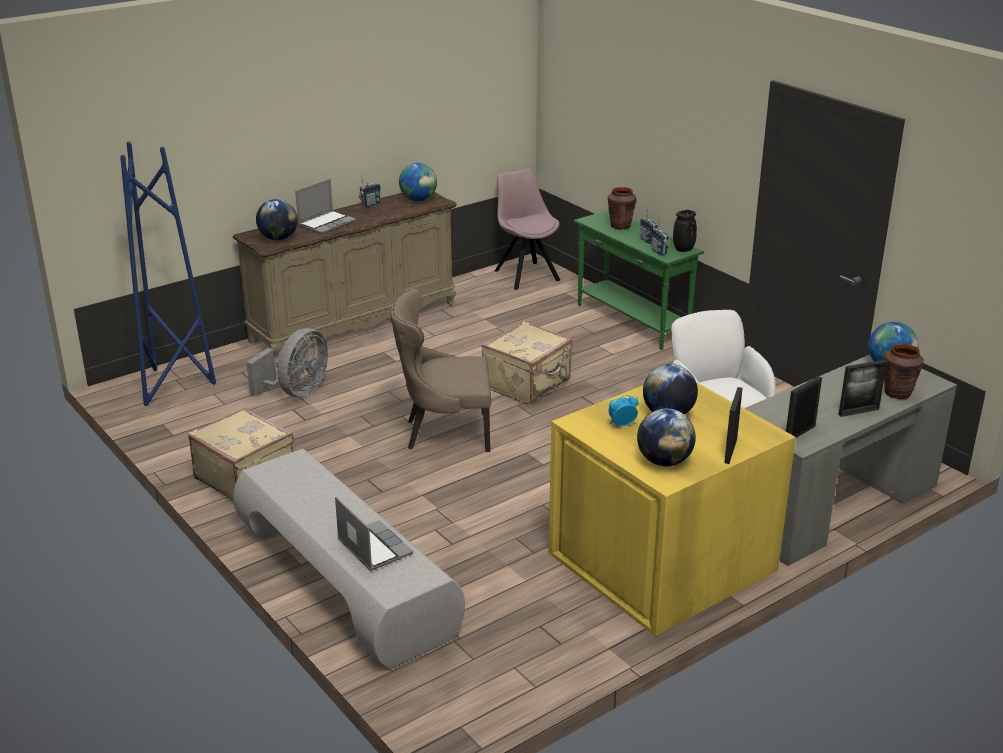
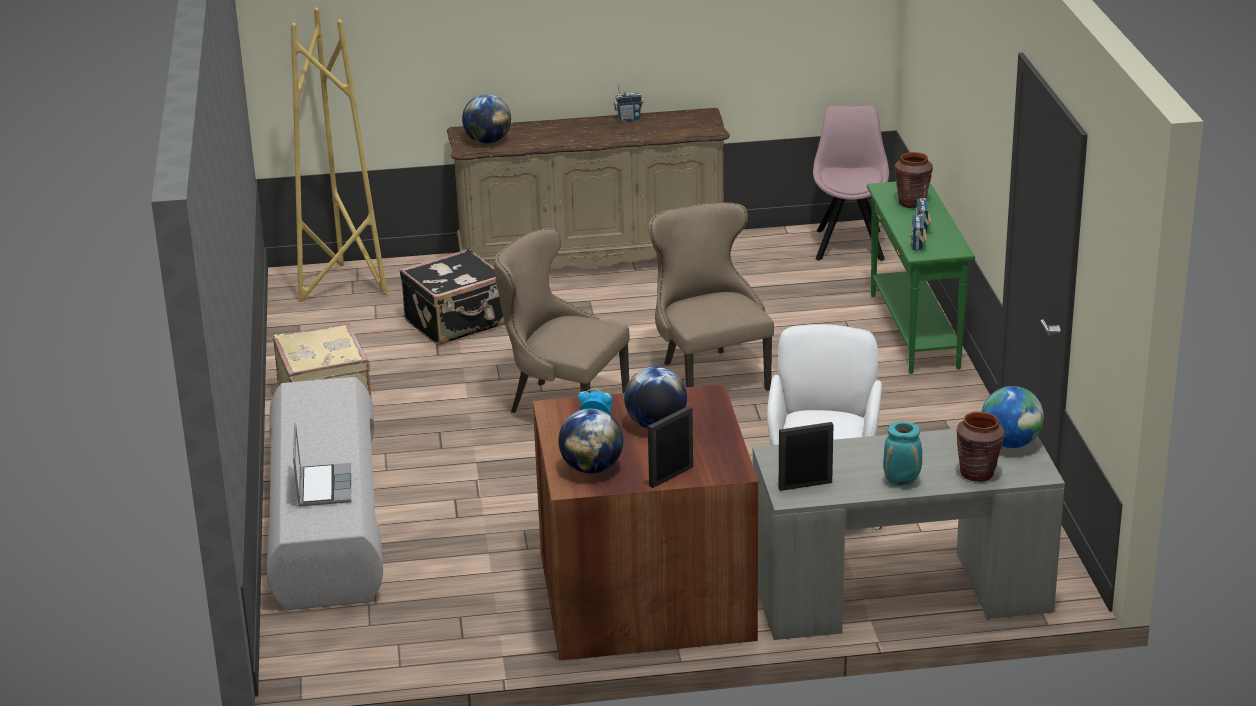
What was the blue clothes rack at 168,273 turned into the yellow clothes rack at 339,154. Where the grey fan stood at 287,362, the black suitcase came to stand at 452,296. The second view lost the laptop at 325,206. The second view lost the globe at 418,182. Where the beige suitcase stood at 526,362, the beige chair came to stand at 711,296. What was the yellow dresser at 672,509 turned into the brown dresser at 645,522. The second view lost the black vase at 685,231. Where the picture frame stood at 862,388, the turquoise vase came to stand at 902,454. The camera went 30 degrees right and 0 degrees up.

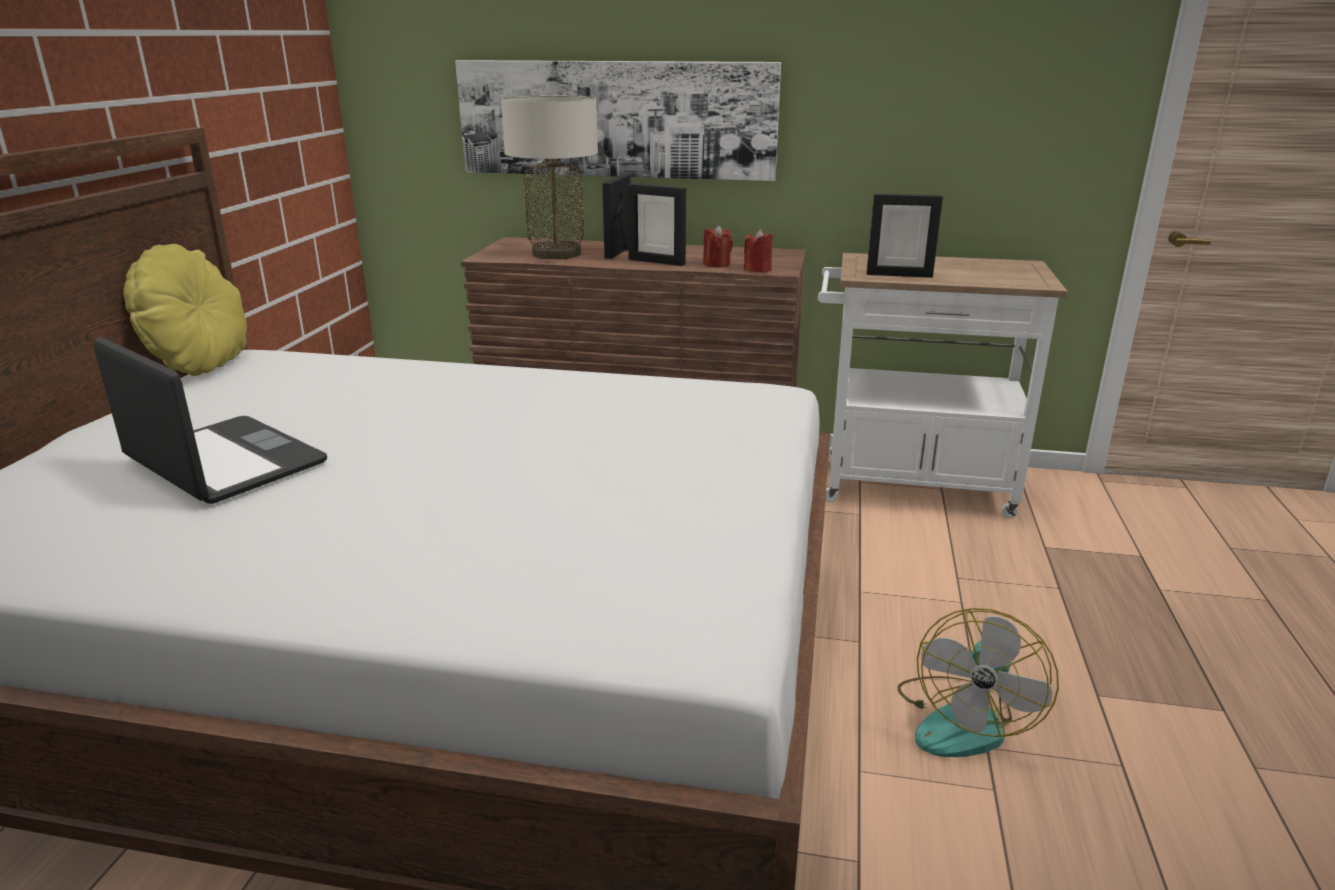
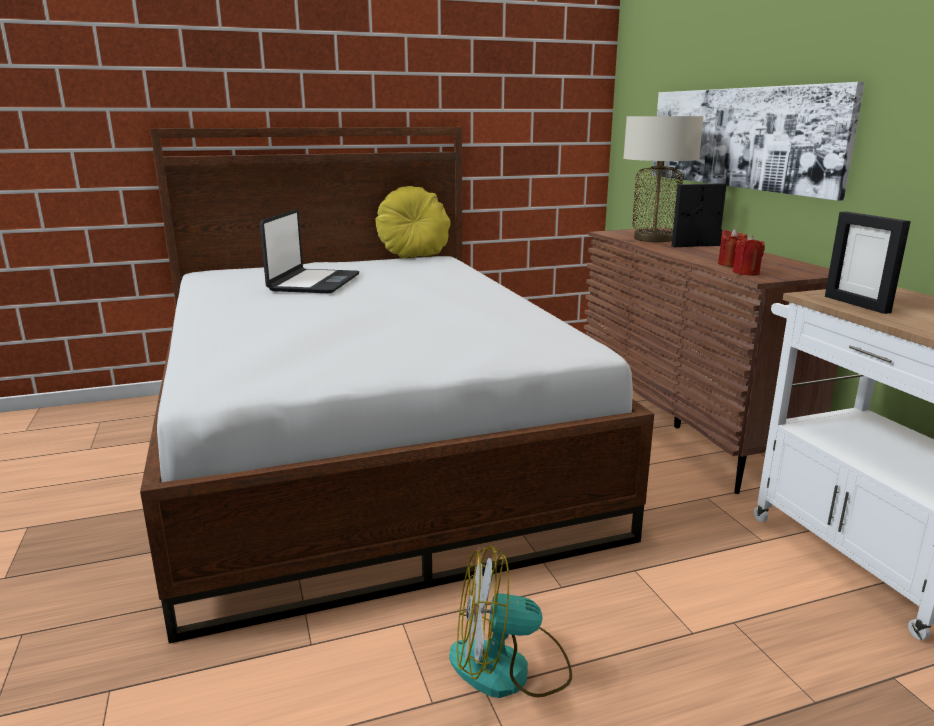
The second view lost the picture frame at 656,224. The camera went 60 degrees right and 5 degrees down.

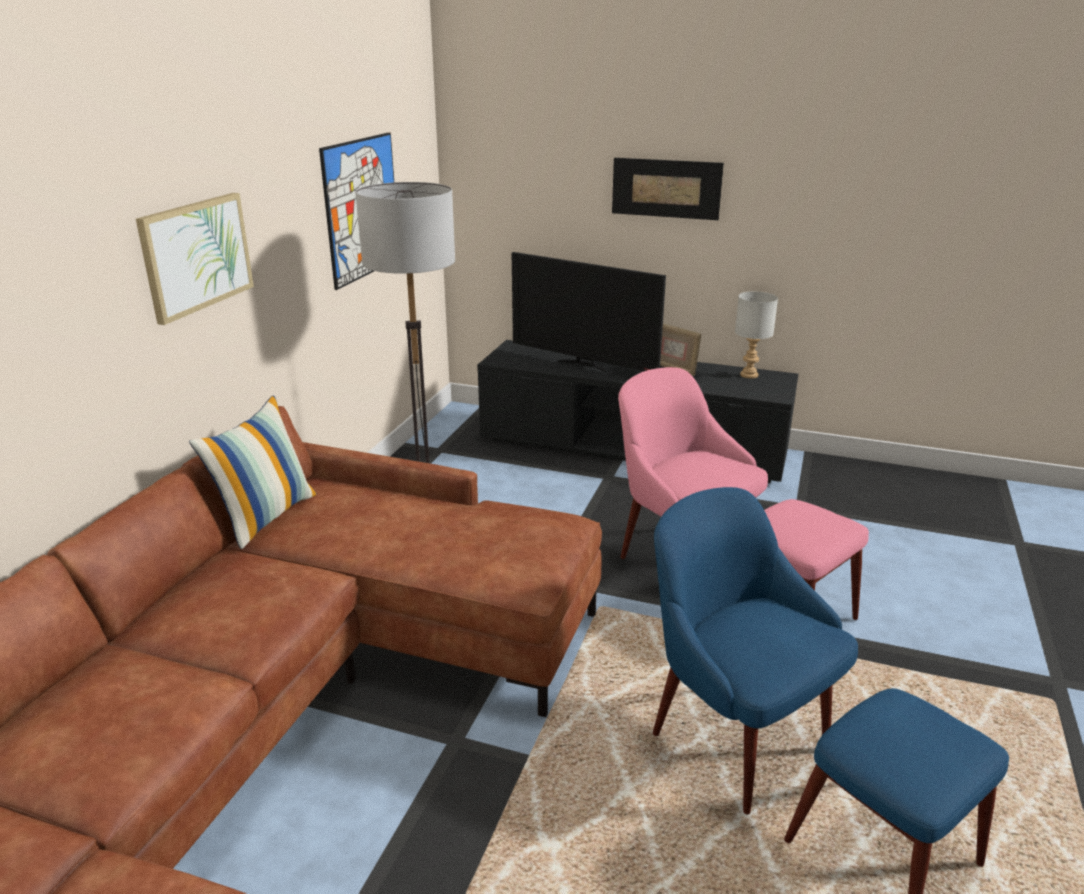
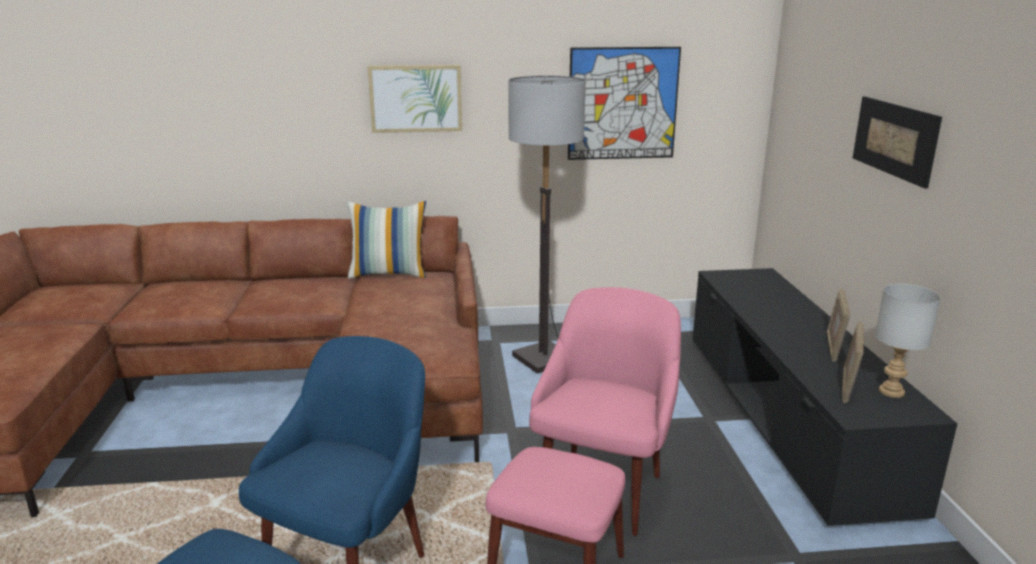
The second view lost the television at 589,312. The second view gained the picture frame at 853,362. The camera went 65 degrees right and 5 degrees down.

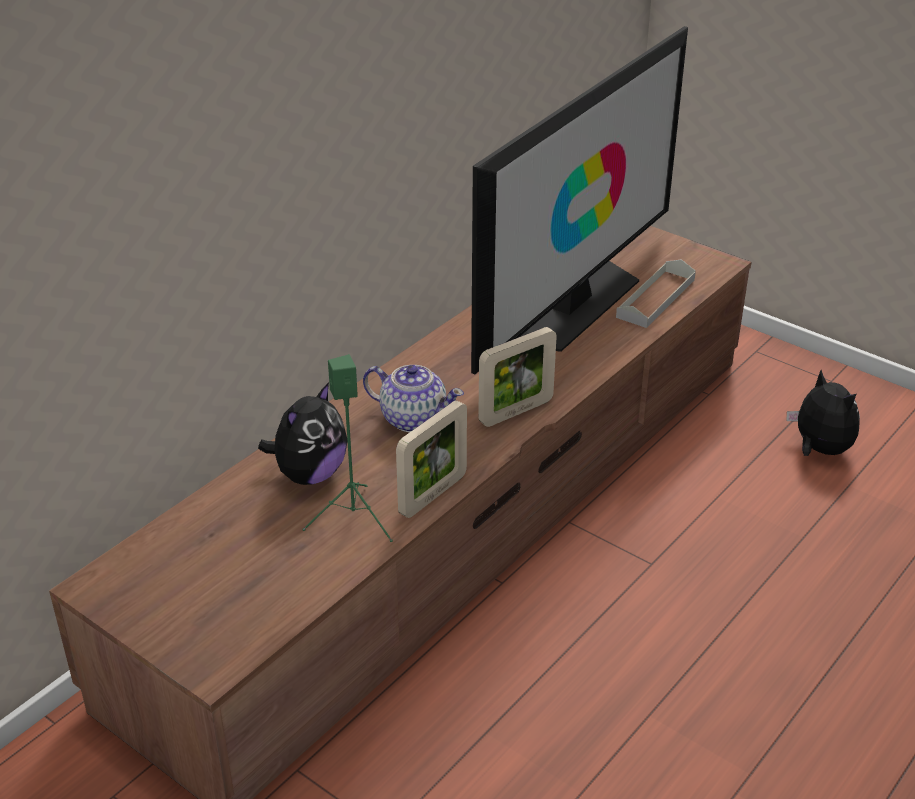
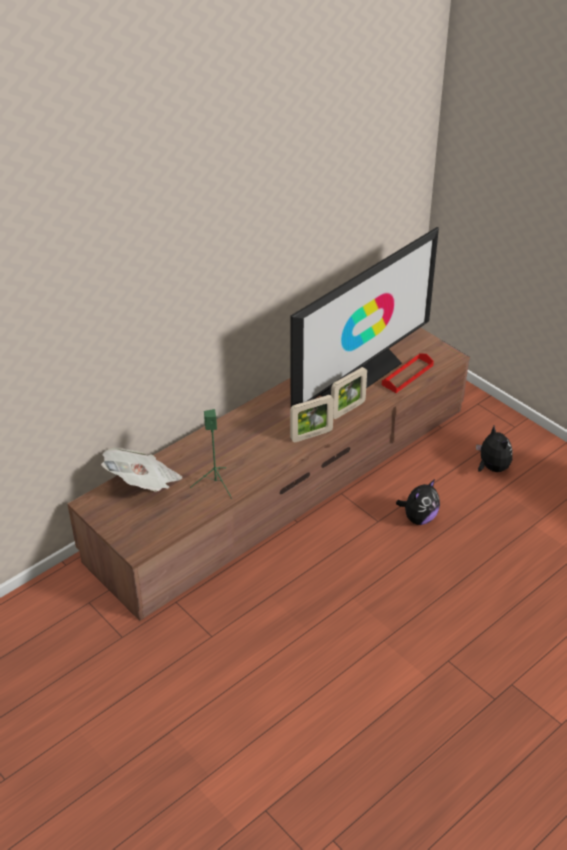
The plush toy ended up elsewhere, having gone from 302,433 to 418,502. The second view lost the teapot at 413,398. The picture frame ended up elsewhere, having gone from 431,459 to 349,393. What was the grey tray at 656,293 turned into the red tray at 408,373. The second view gained the newspaper at 141,469. The camera went 10 degrees right and 5 degrees up.

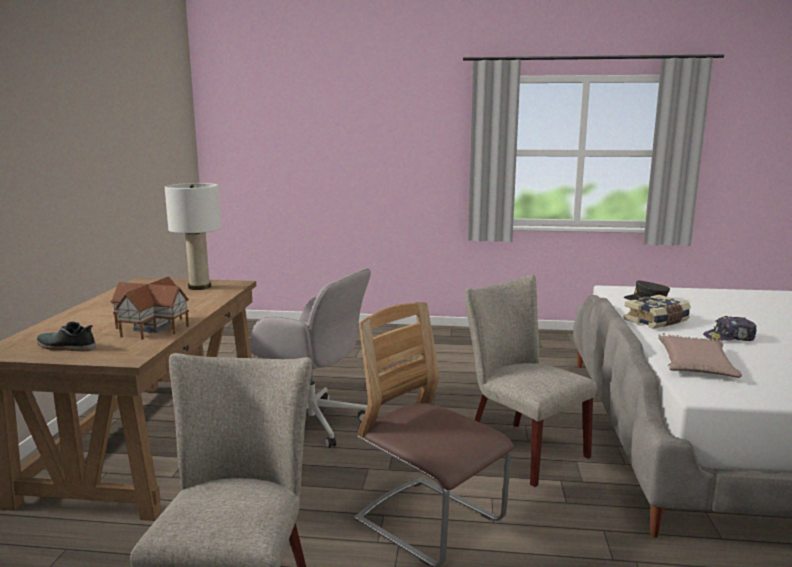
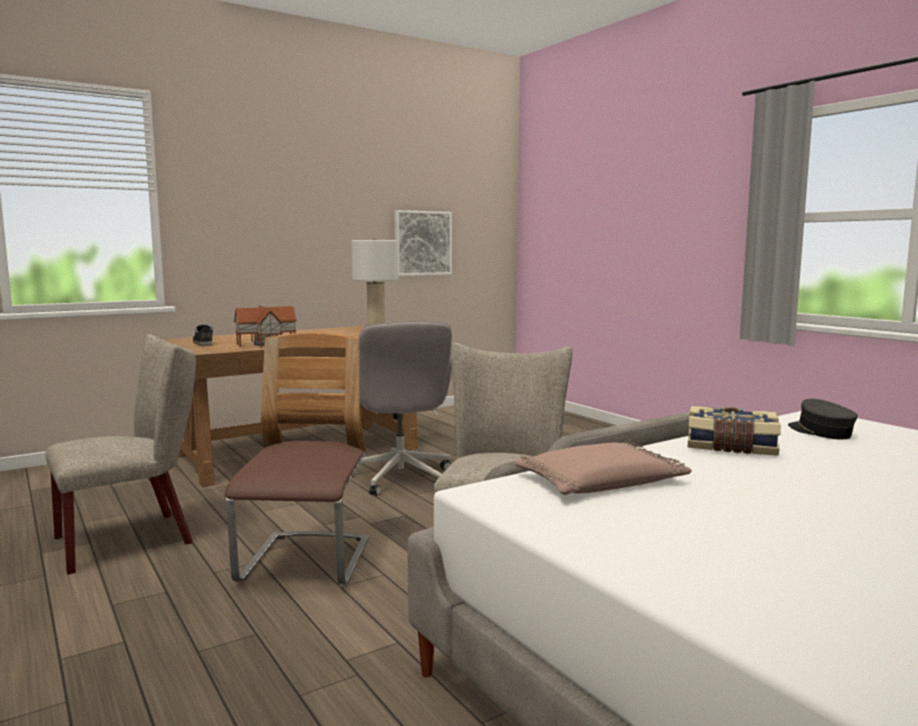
The second view lost the cap at 730,328. The second view gained the picture at 423,243. The camera went 50 degrees right and 5 degrees down.

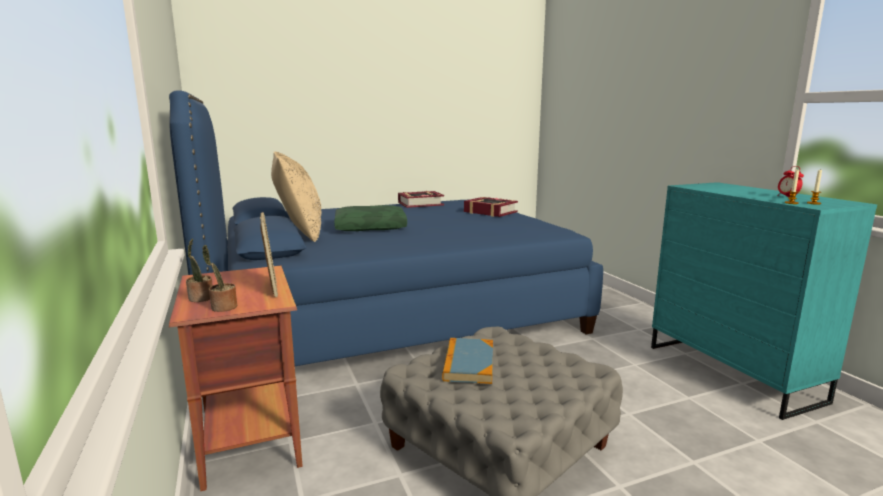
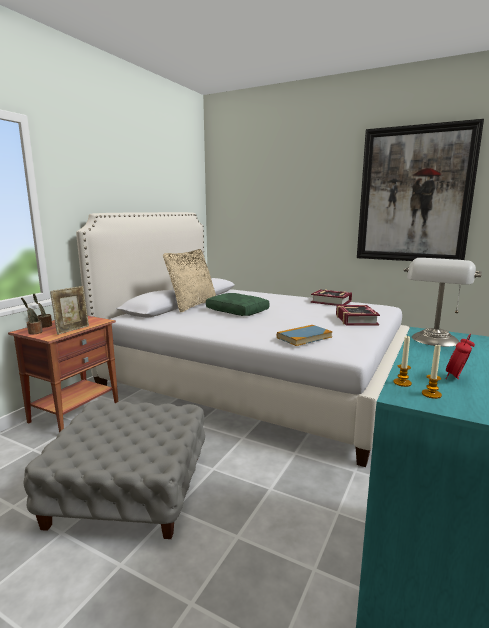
What was the blue bed at 386,228 turned into the white bed at 242,339. The book ended up elsewhere, having gone from 467,361 to 305,335. The second view gained the picture at 420,190. The second view gained the white table lamp at 443,302. The camera went 50 degrees right and 0 degrees up.

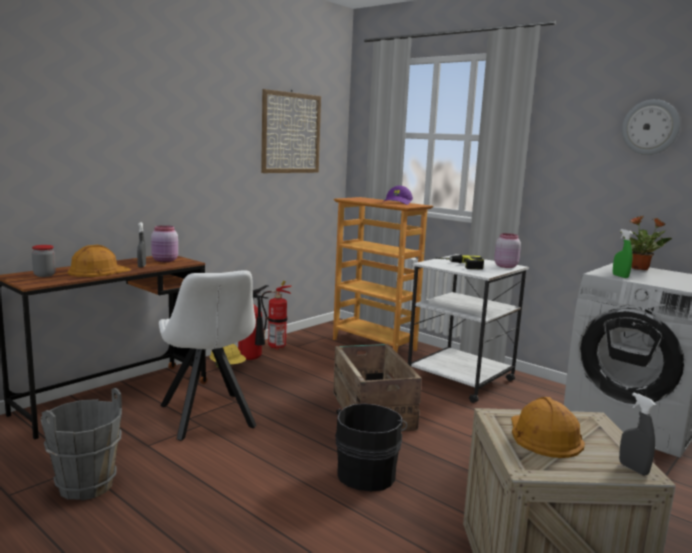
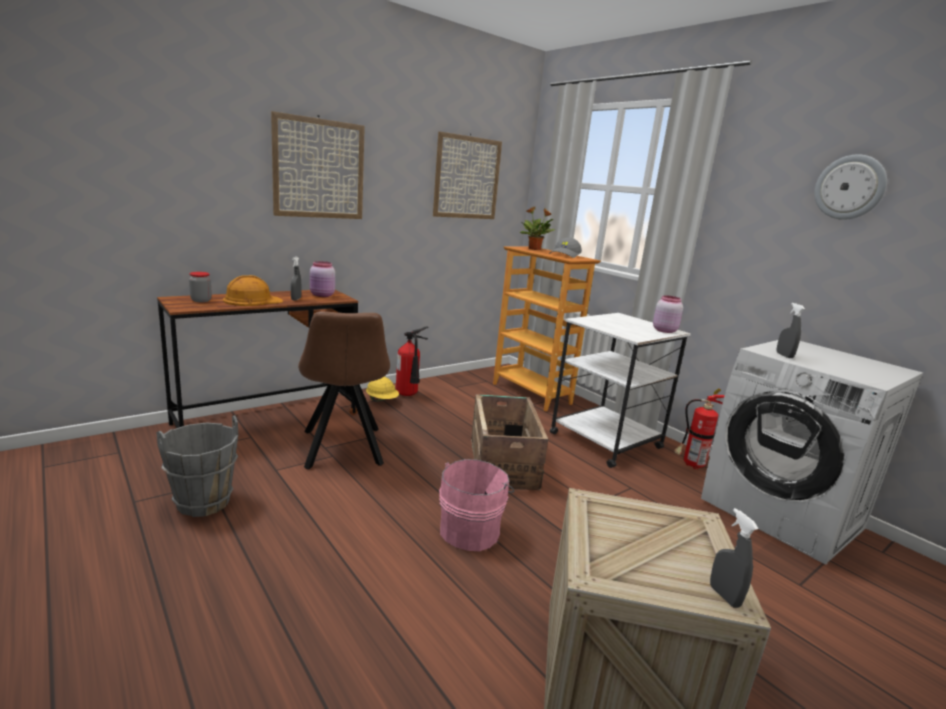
What was the white chair at 208,355 turned into the brown chair at 344,390. The fire extinguisher ended up elsewhere, having gone from 276,315 to 699,428. What was the black bucket at 371,447 turned into the pink bucket at 476,505. What was the purple cap at 397,195 turned into the grey cap at 565,247. The second view lost the power drill at 459,262. The second view lost the orange hard hat at 548,427. What was the green spray bottle at 623,253 turned into the grey spray bottle at 790,330. The potted plant ended up elsewhere, having gone from 646,243 to 537,228. The second view gained the picture at 318,165. The camera went 10 degrees right and 5 degrees up.

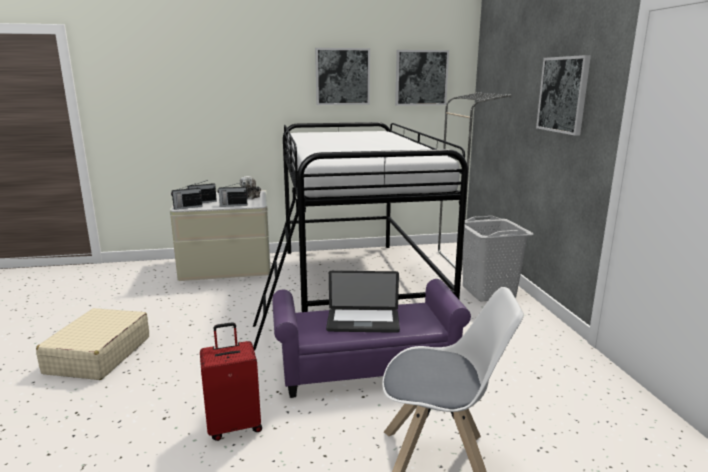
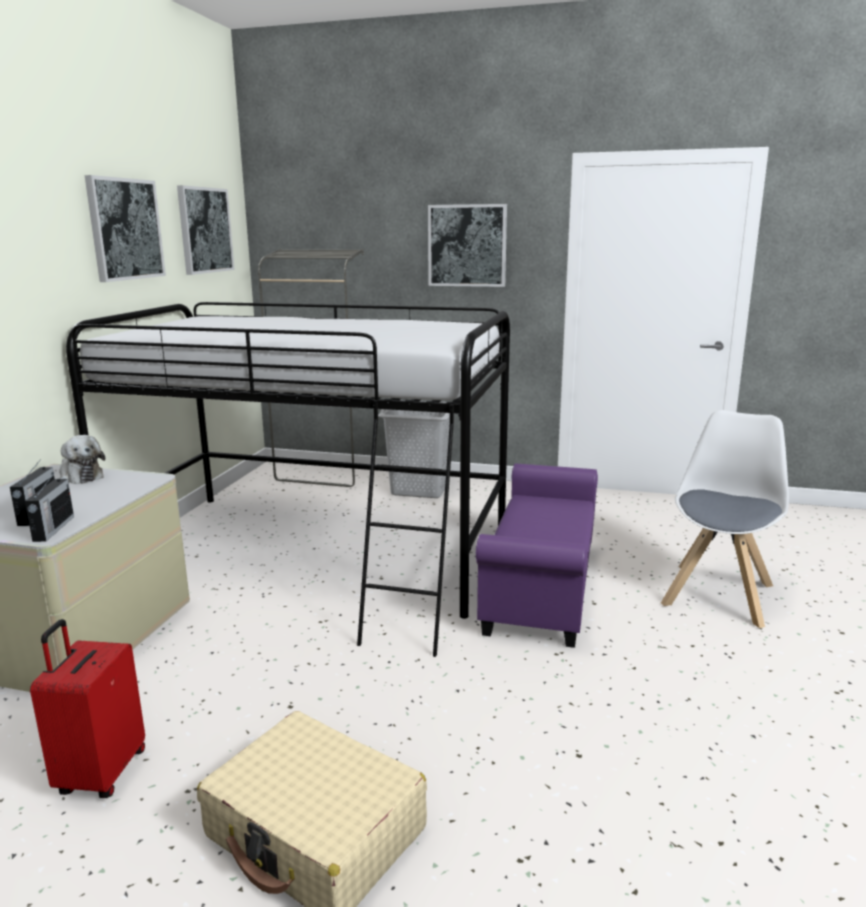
The red suitcase ended up elsewhere, having gone from 231,381 to 87,708. The second view lost the radio at 232,194. The second view lost the laptop at 363,302. The camera went 65 degrees left and 0 degrees up.

